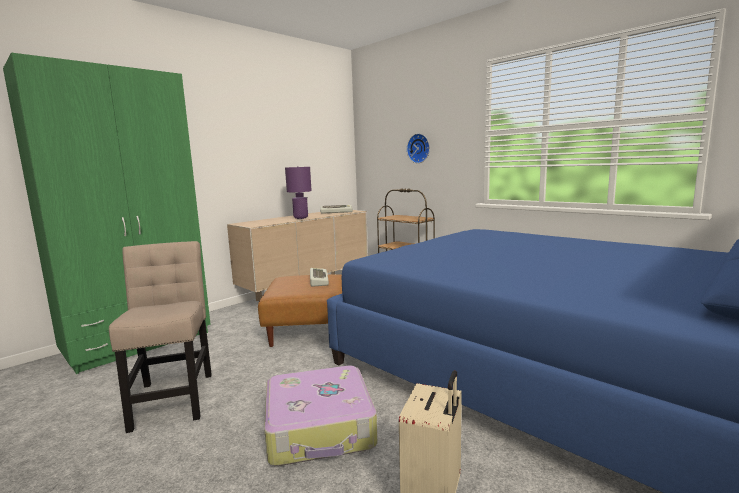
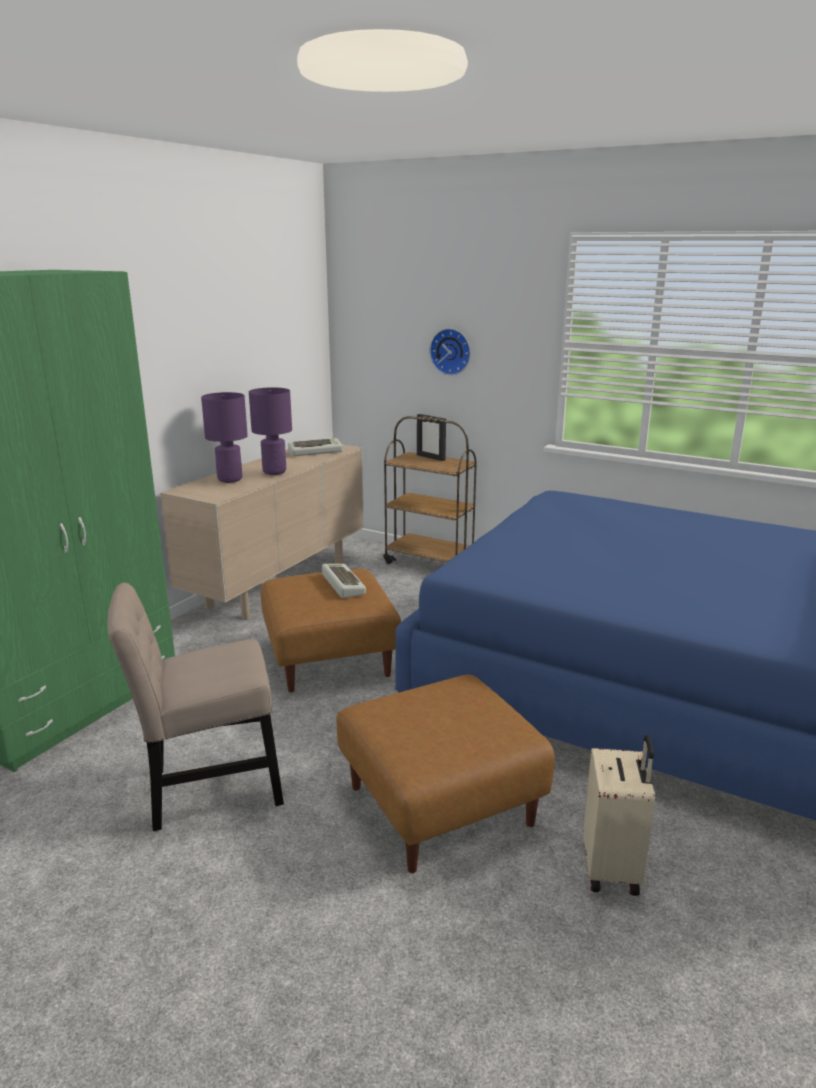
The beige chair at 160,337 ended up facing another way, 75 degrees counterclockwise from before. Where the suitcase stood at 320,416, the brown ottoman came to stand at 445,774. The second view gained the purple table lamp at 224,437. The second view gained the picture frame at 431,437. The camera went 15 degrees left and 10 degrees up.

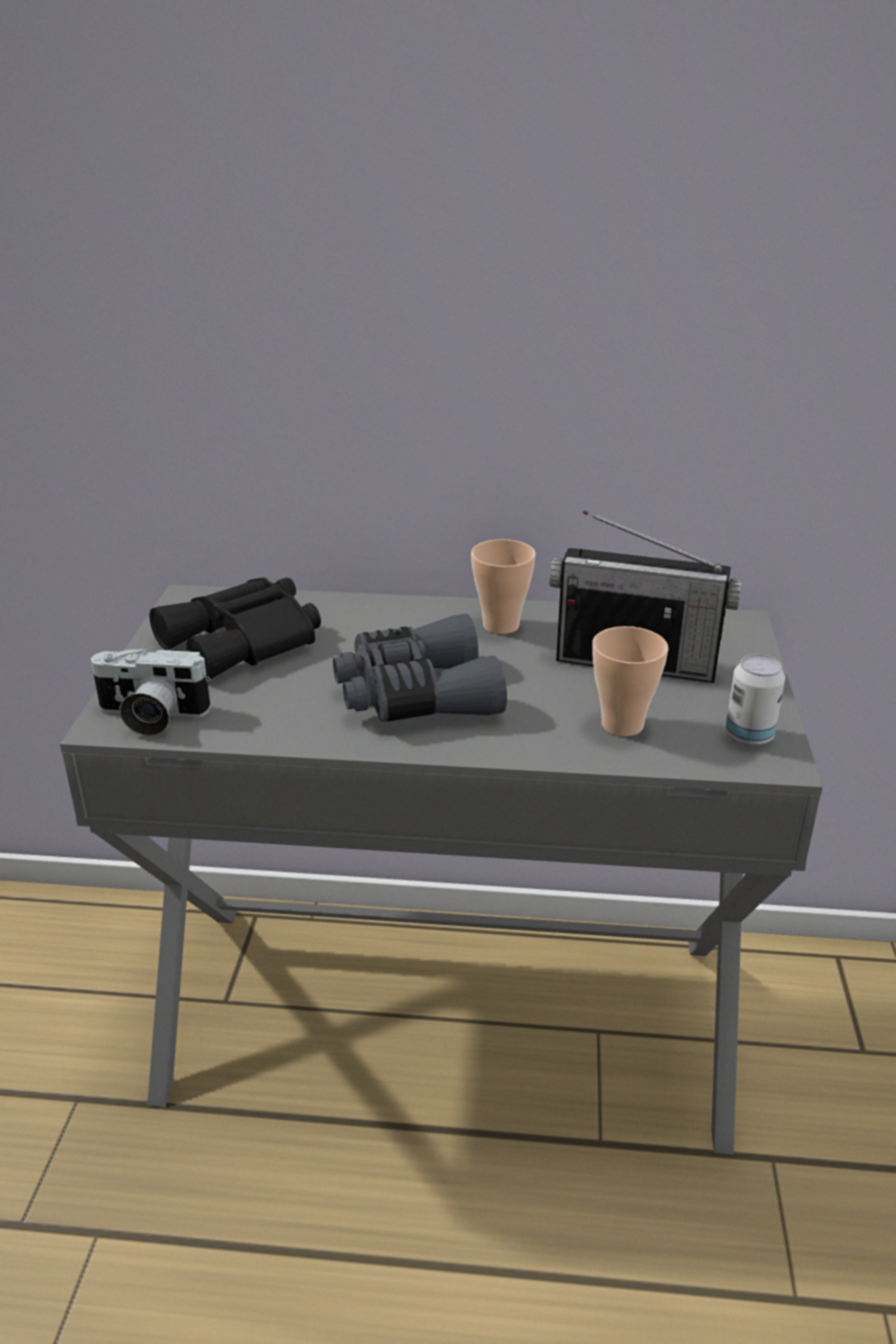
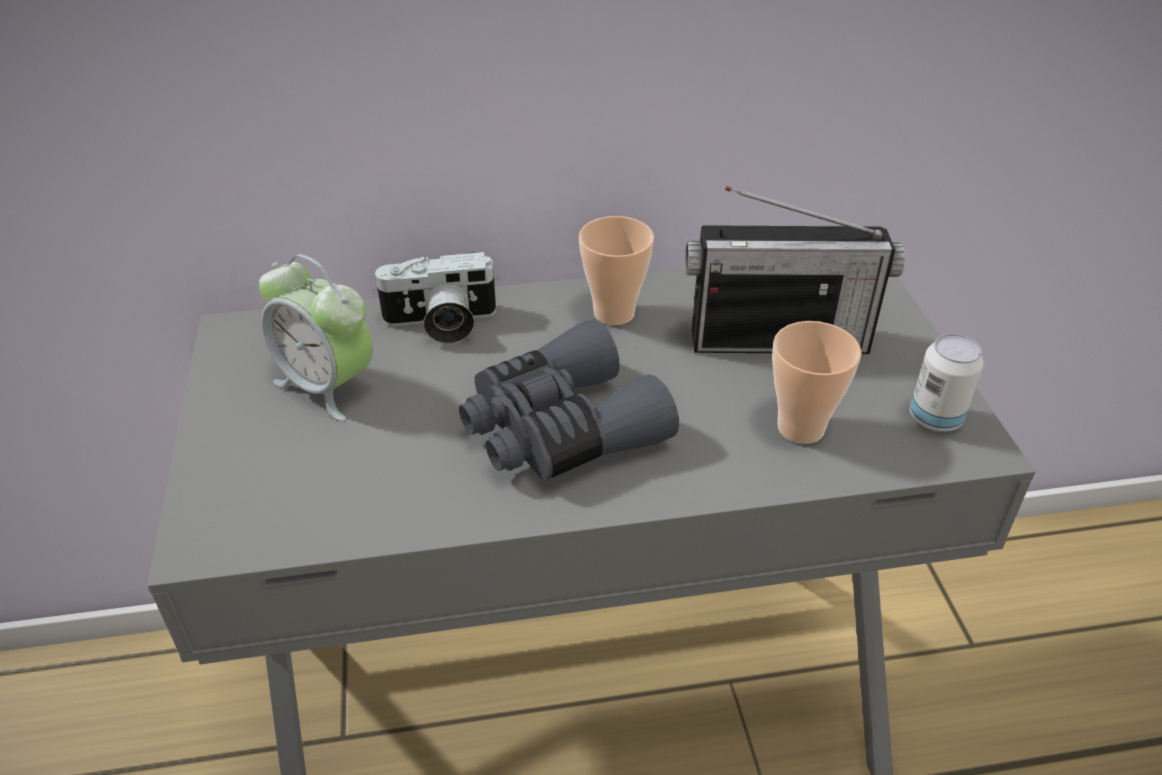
The photo camera ended up elsewhere, having gone from 150,692 to 436,297. Where the black binoculars stood at 235,629, the alarm clock came to stand at 316,337. The camera went 15 degrees left and 10 degrees up.

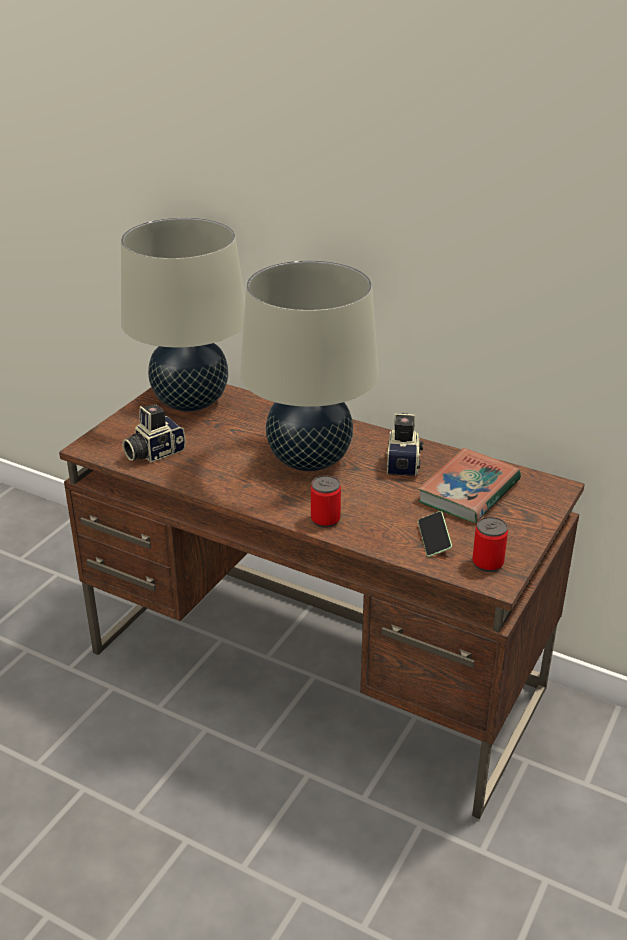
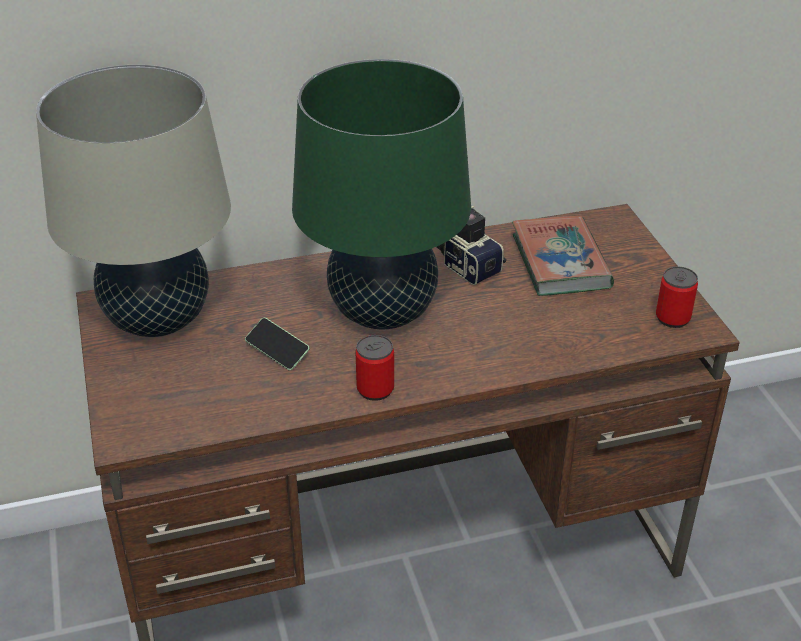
The second view lost the photo camera at 153,433. What was the beige table lamp at 309,365 turned into the green table lamp at 381,194. The can ended up elsewhere, having gone from 326,501 to 374,368. The phone ended up elsewhere, having gone from 435,534 to 277,344. The camera went 45 degrees left and 5 degrees up.

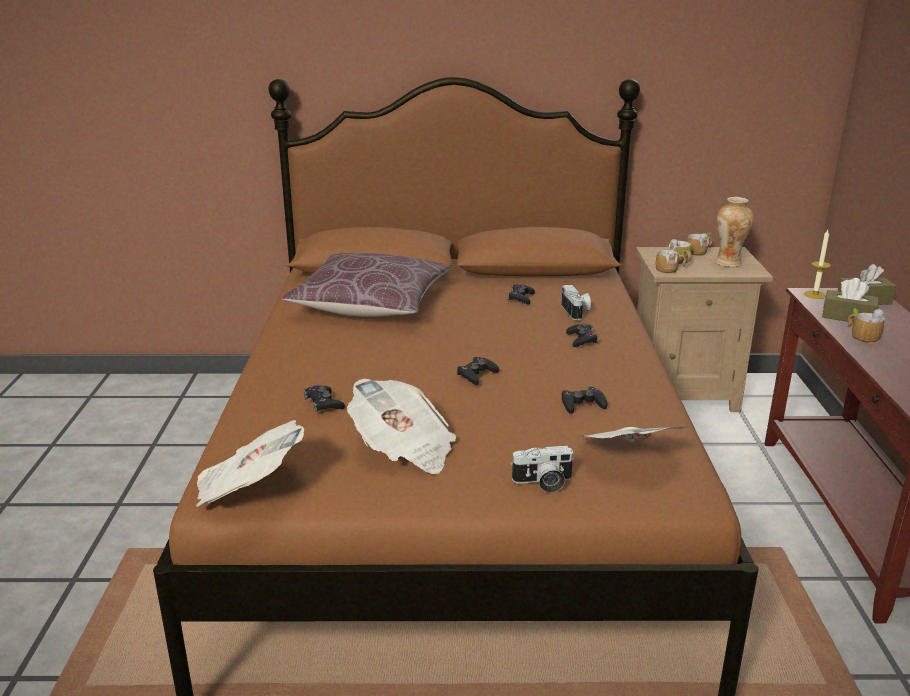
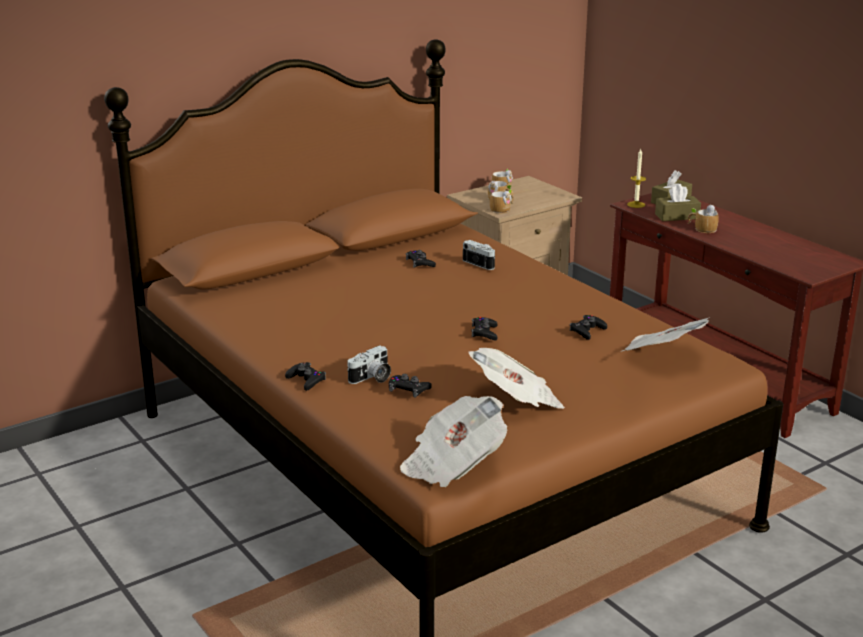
The second view lost the brown pillow at 365,285. The photo camera ended up elsewhere, having gone from 542,469 to 369,364. The black game controller ended up elsewhere, having gone from 582,335 to 305,376. The second view lost the vase at 734,232. The camera went 35 degrees left and 0 degrees up.

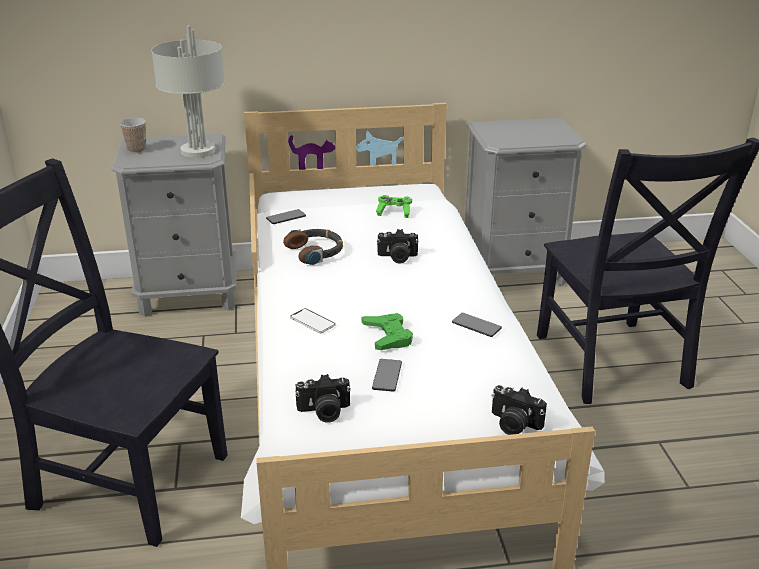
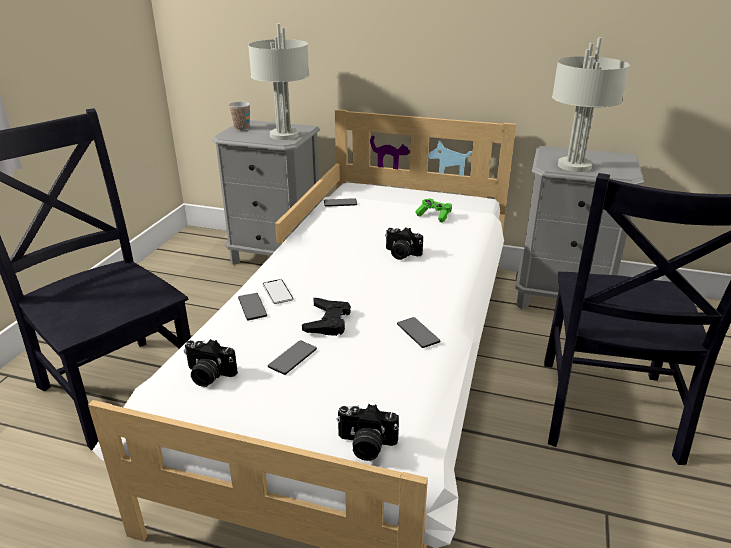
The second view lost the headphones at 313,247. What was the green game controller at 387,331 turned into the black game controller at 326,317. The photo camera at 519,410 ended up facing another way, 45 degrees counterclockwise from before. The second view gained the phone at 252,306. The second view gained the grey table lamp at 591,104. The camera went 25 degrees right and 0 degrees up.

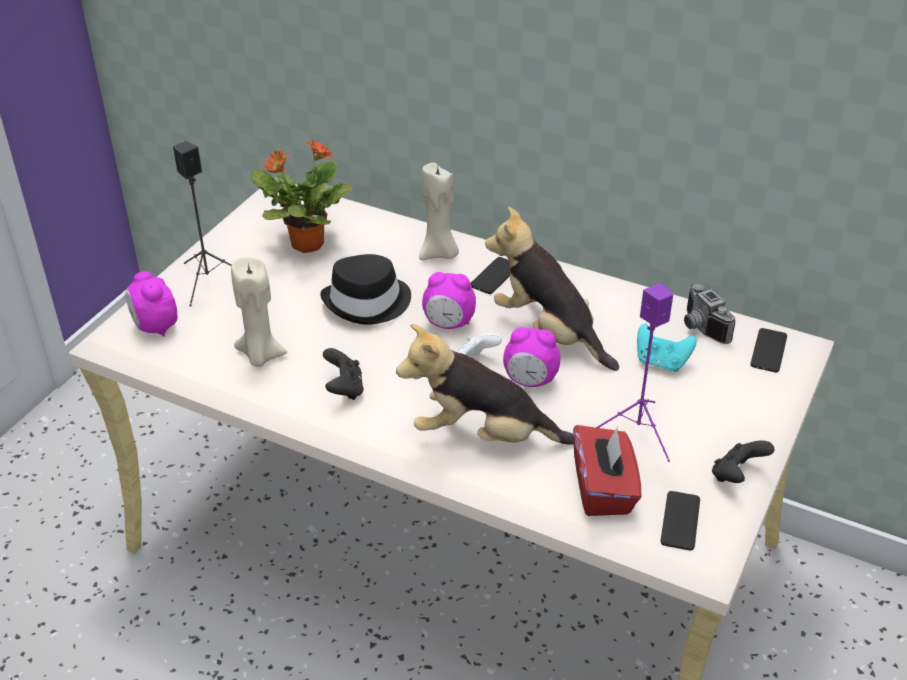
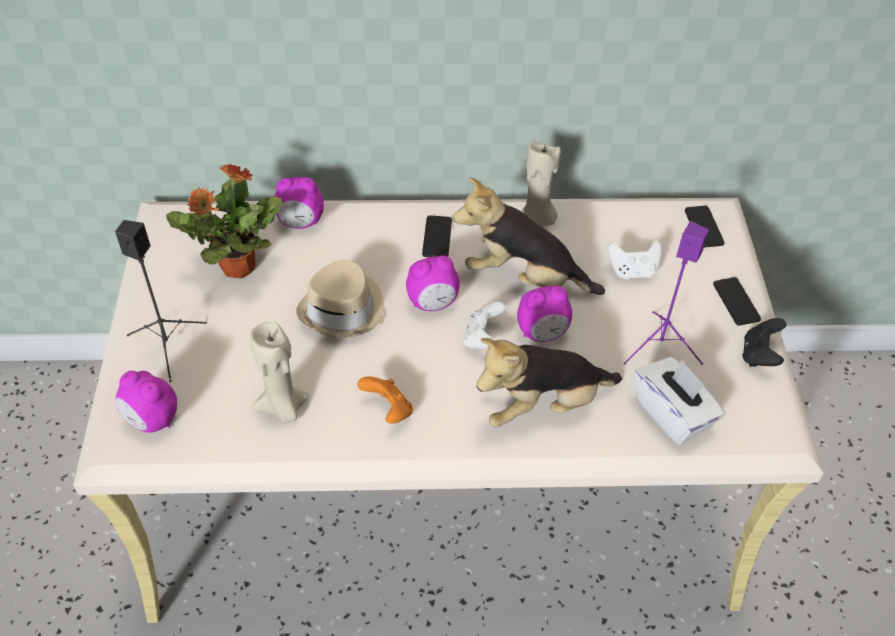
What was the black hat at 365,289 turned into the beige hat at 340,299. What was the black game controller at 343,374 turned into the orange game controller at 385,400. The beige candle ended up elsewhere, having gone from 439,211 to 540,183. What was the red tissue box at 607,470 turned into the white tissue box at 679,401. What was the turquoise game controller at 667,348 turned into the white game controller at 634,259. The phone ended up elsewhere, having gone from 680,520 to 737,301. The second view lost the photo camera at 710,314. The second view gained the alarm clock at 299,203. The camera went 30 degrees left and 10 degrees up.

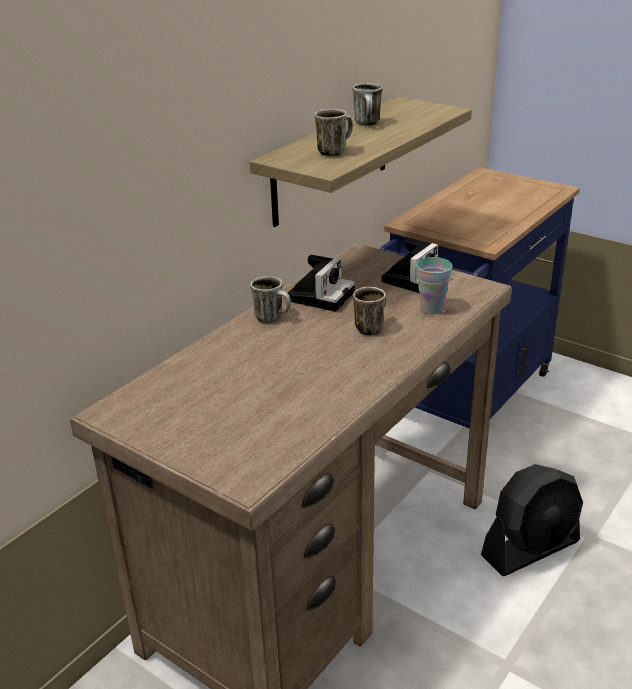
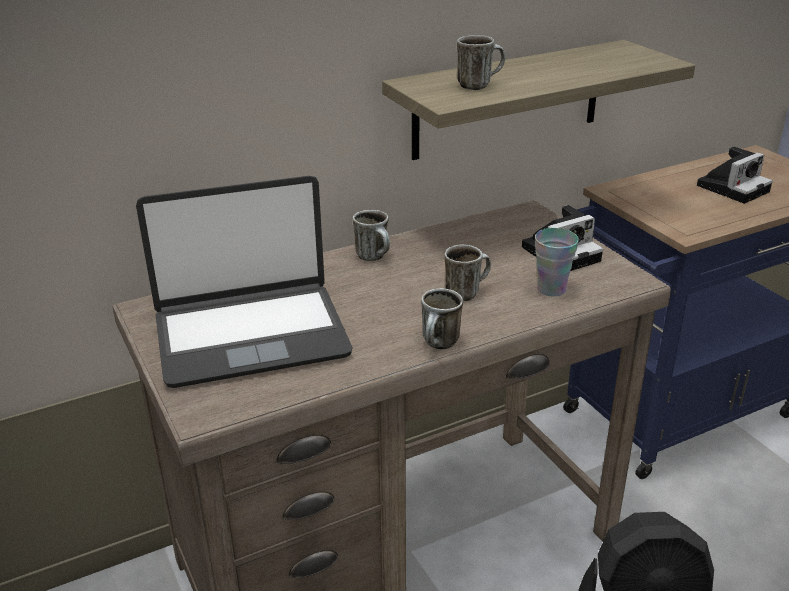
The photo camera ended up elsewhere, having gone from 321,283 to 735,175. The mug ended up elsewhere, having gone from 367,104 to 442,318. The second view gained the laptop at 244,282. The camera went 25 degrees right and 0 degrees up.

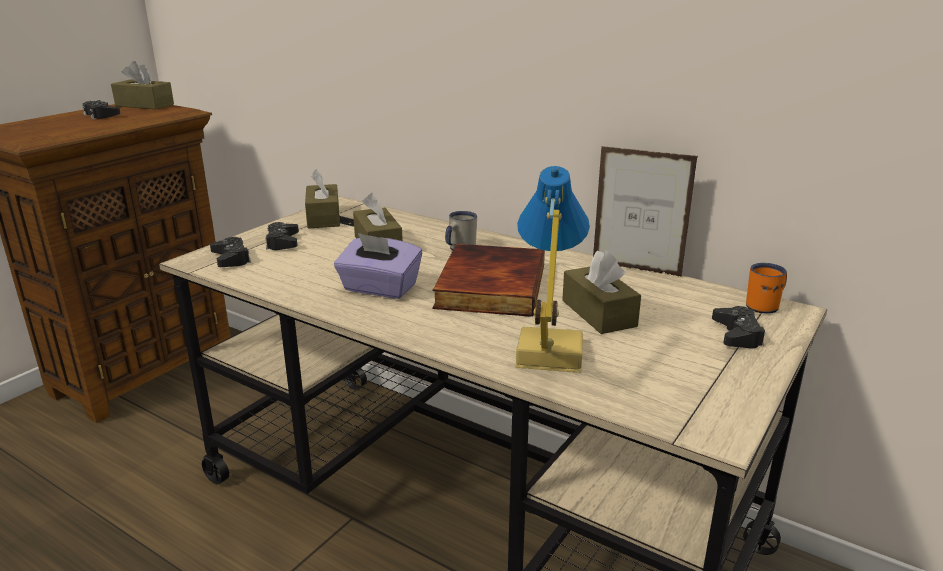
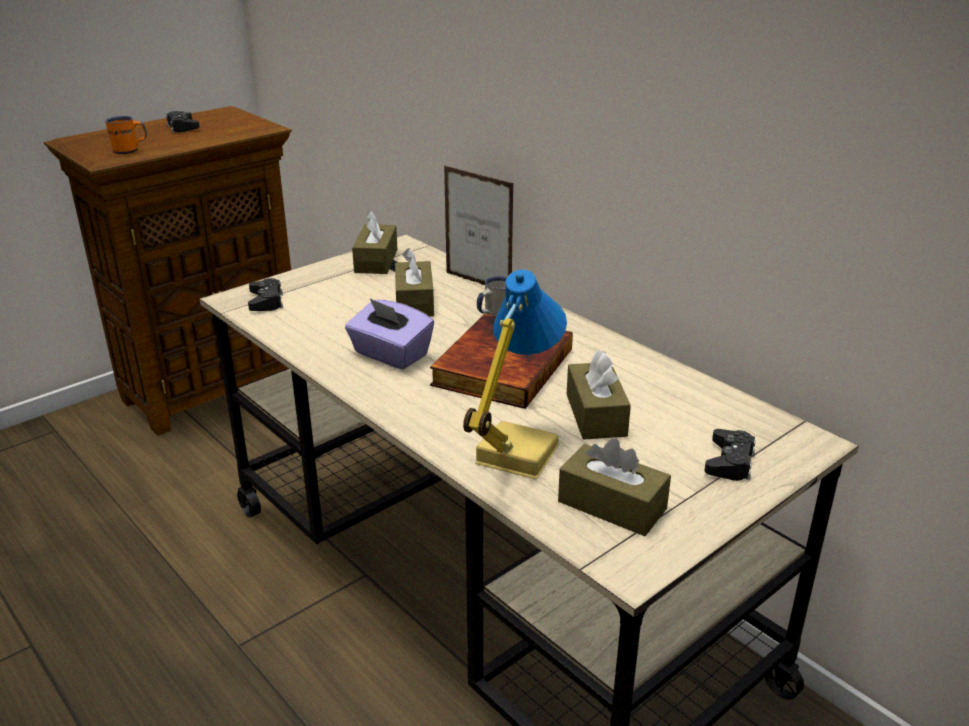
The brown tissue box ended up elsewhere, having gone from 142,85 to 614,487. The second view lost the black game controller at 282,236. The picture frame ended up elsewhere, having gone from 645,211 to 479,225. The orange mug ended up elsewhere, having gone from 766,288 to 126,135. The camera went 15 degrees right and 5 degrees up.

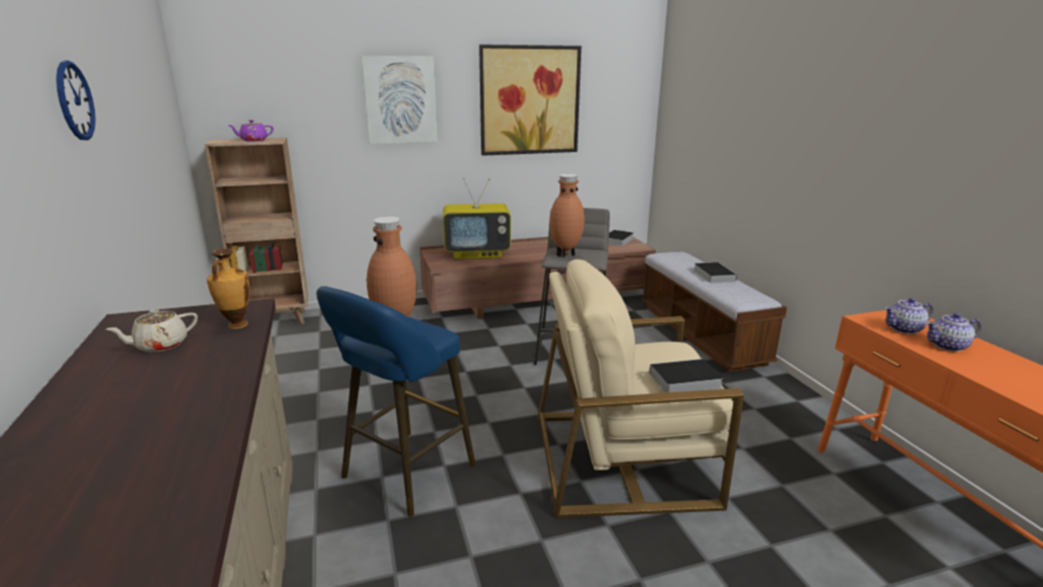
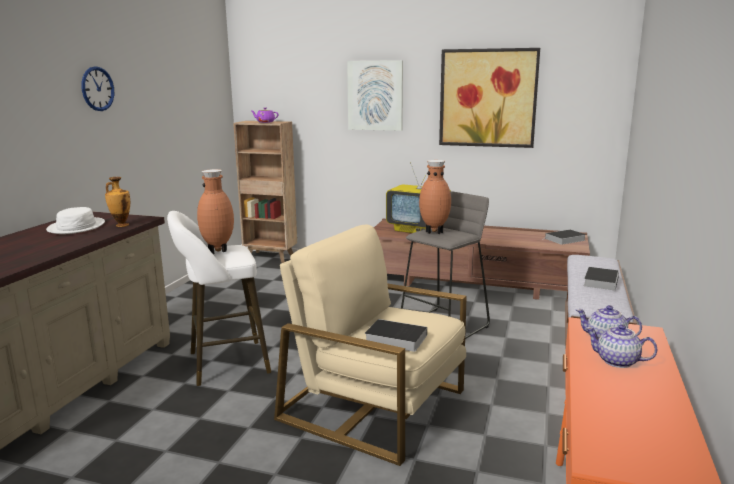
Where the beige teapot stood at 151,330, the white hat came to stand at 75,220. What was the blue stool at 396,401 turned into the white stool at 219,298. The camera went 35 degrees right and 5 degrees down.

